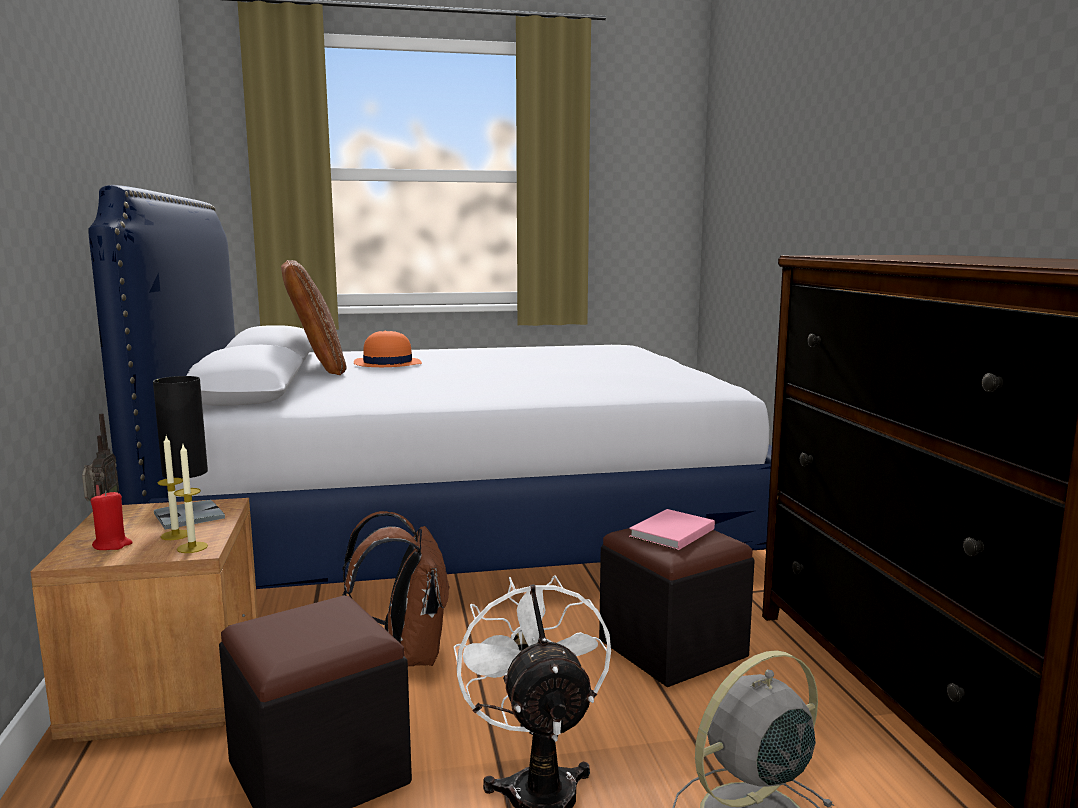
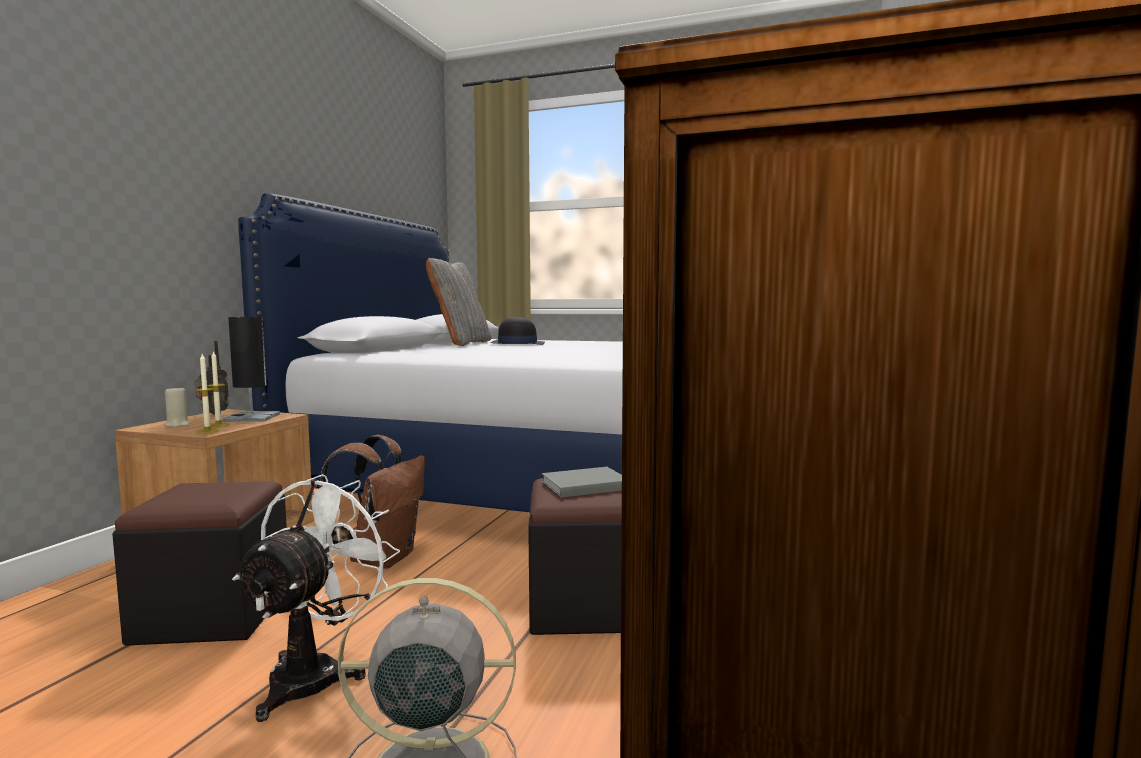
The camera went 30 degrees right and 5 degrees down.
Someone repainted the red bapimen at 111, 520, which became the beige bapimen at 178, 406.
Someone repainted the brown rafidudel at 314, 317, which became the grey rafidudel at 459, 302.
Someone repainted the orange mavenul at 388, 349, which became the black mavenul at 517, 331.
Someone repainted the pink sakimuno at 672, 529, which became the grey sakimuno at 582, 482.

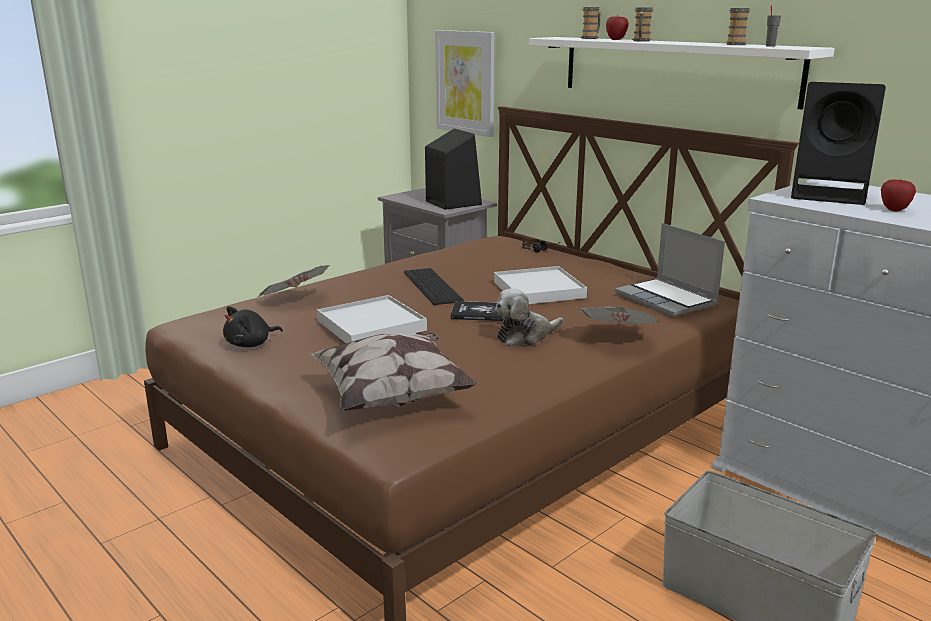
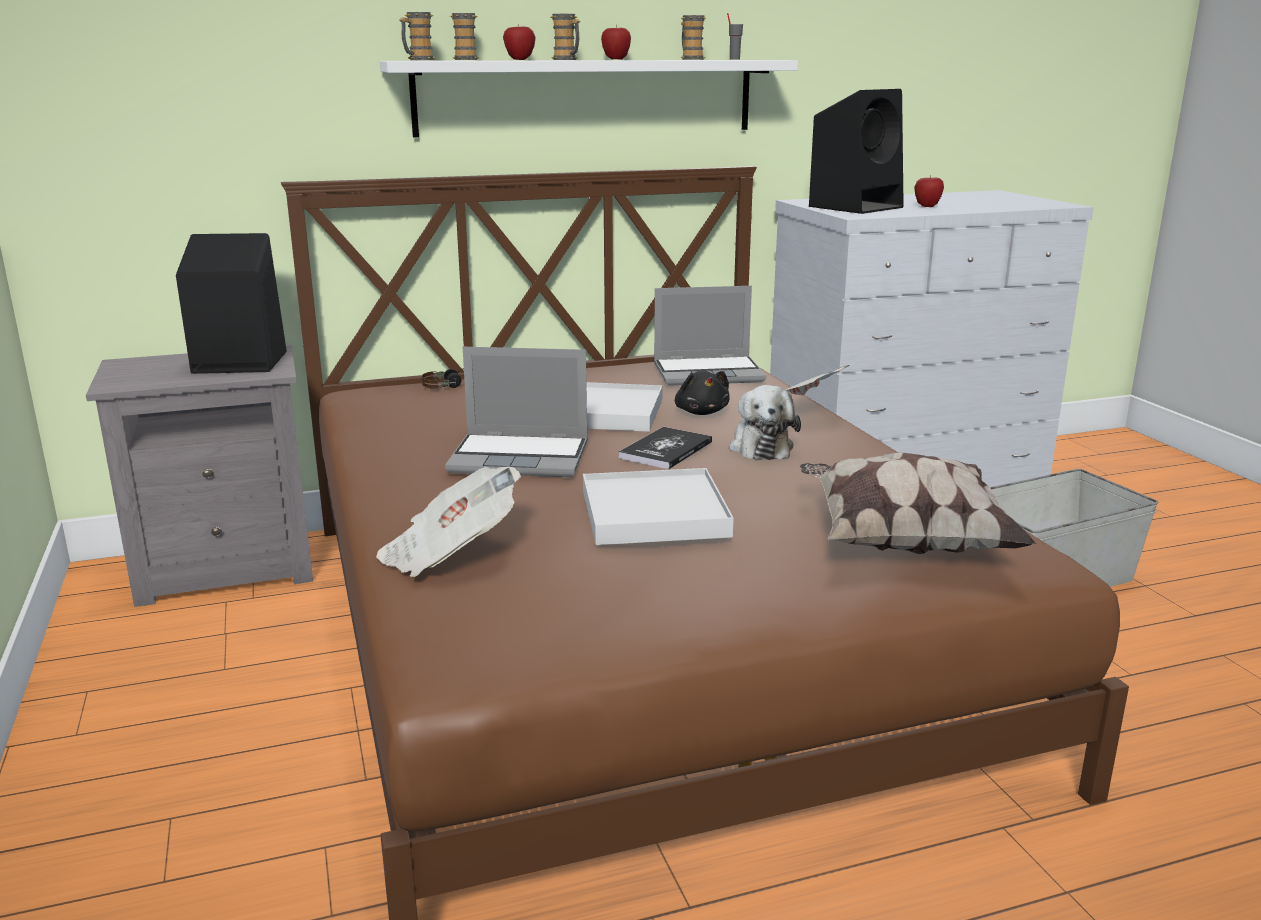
The camera went 65 degrees left and 0 degrees up.
Someone carried the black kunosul from 253, 326 to 702, 393.
Someone swapped the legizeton at 434, 286 for the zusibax at 516, 412.
Someone took away the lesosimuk at 465, 83.
Someone put down the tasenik at 417, 36.
Someone put down the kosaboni at 616, 42.

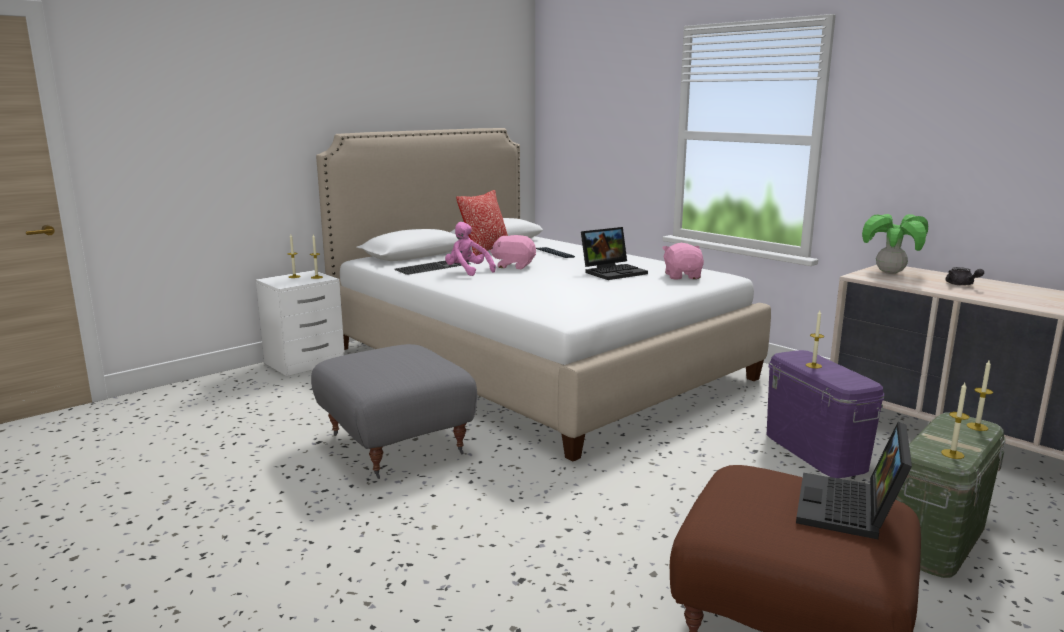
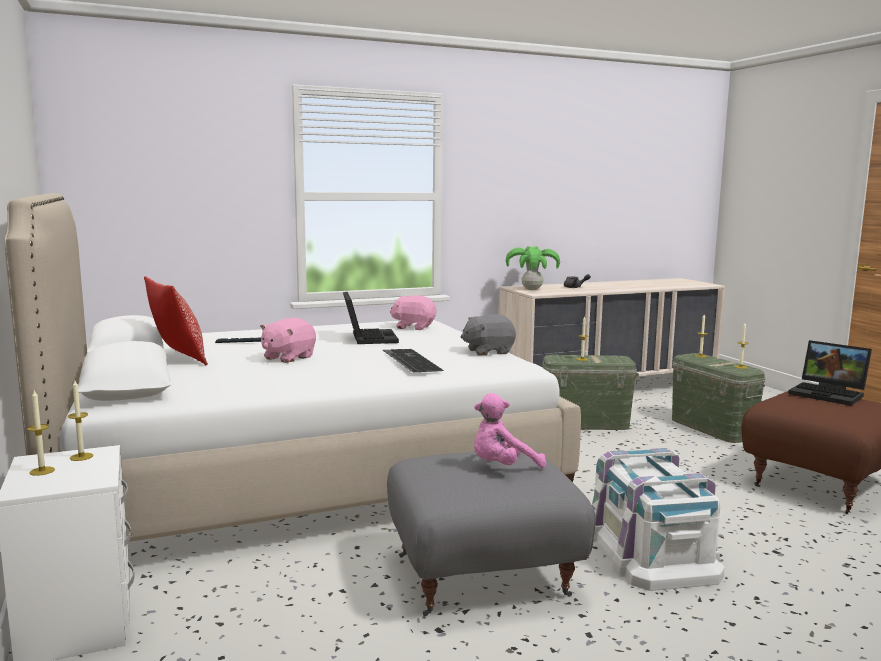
The camera went 70 degrees left and 5 degrees down.
Someone carried the legizeton from 432, 267 to 413, 360.
Someone carried the pink kunosul from 470, 249 to 510, 430.
Someone repainted the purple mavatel at 825, 414, which became the green mavatel at 590, 392.
Someone put down the grey kunosul at 488, 335.
Someone put down the white mavatel at 658, 519.

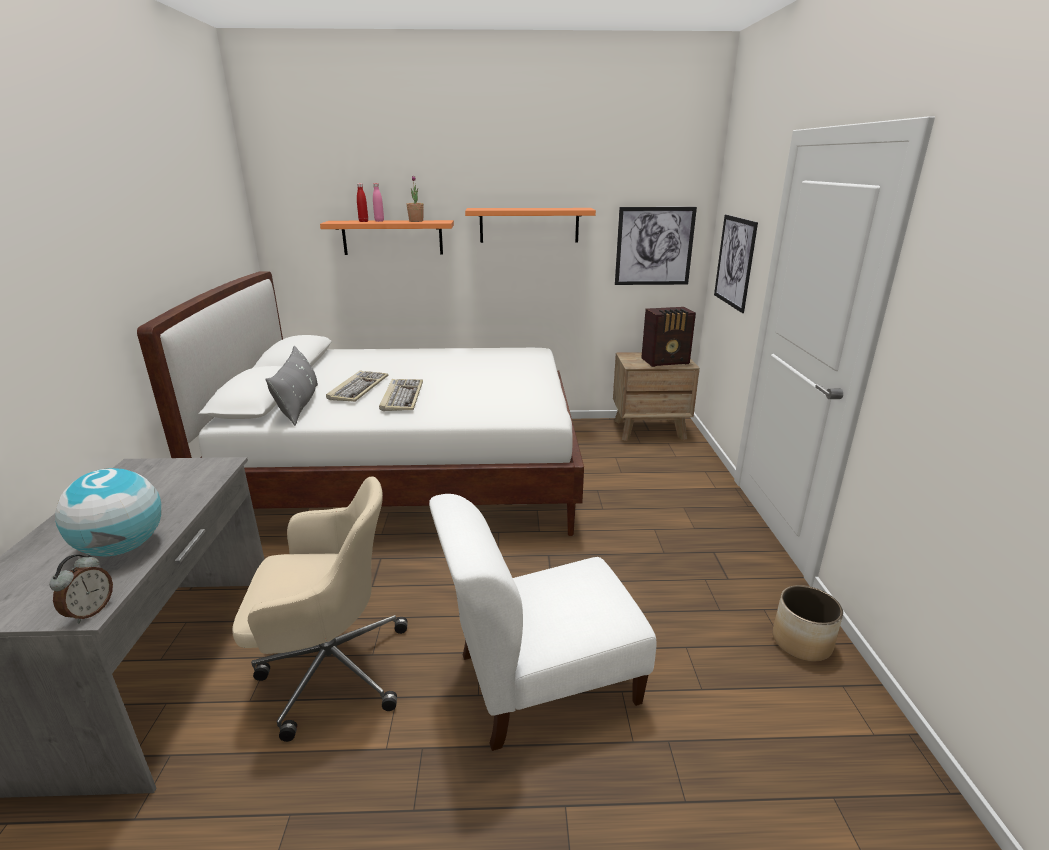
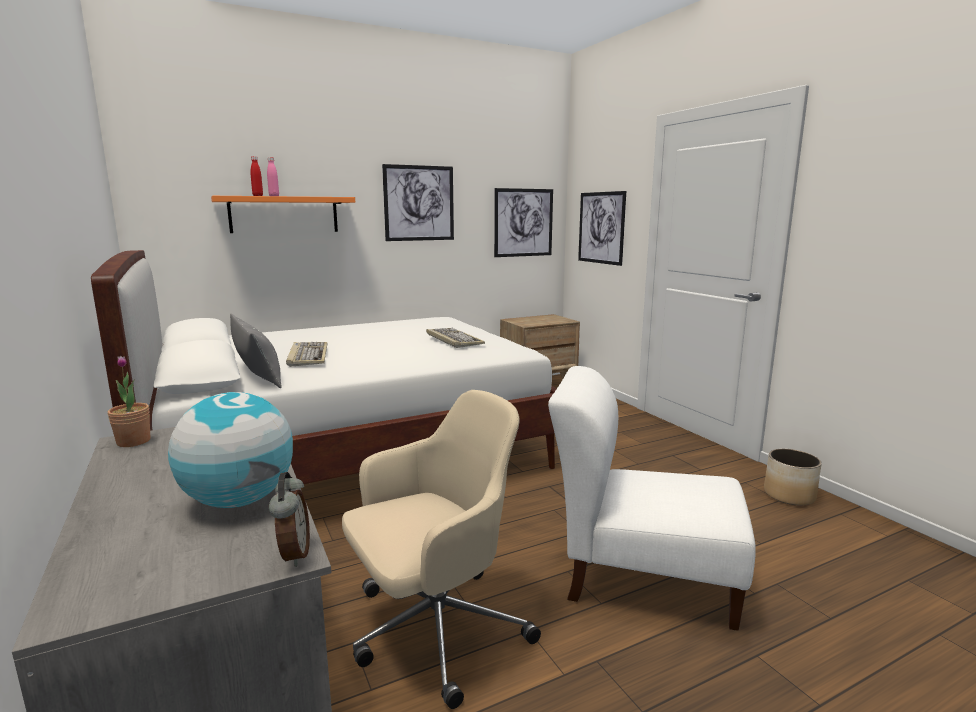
The camera went 25 degrees left and 10 degrees down.
Someone carried the legizeton from 401, 395 to 455, 338.
Someone carried the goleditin from 415, 198 to 129, 401.
Someone rotated the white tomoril at 543, 622 by 60 degrees clockwise.
Someone swapped the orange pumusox at 530, 225 for the lesosimuk at 418, 202.
Someone took away the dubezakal at 668, 337.

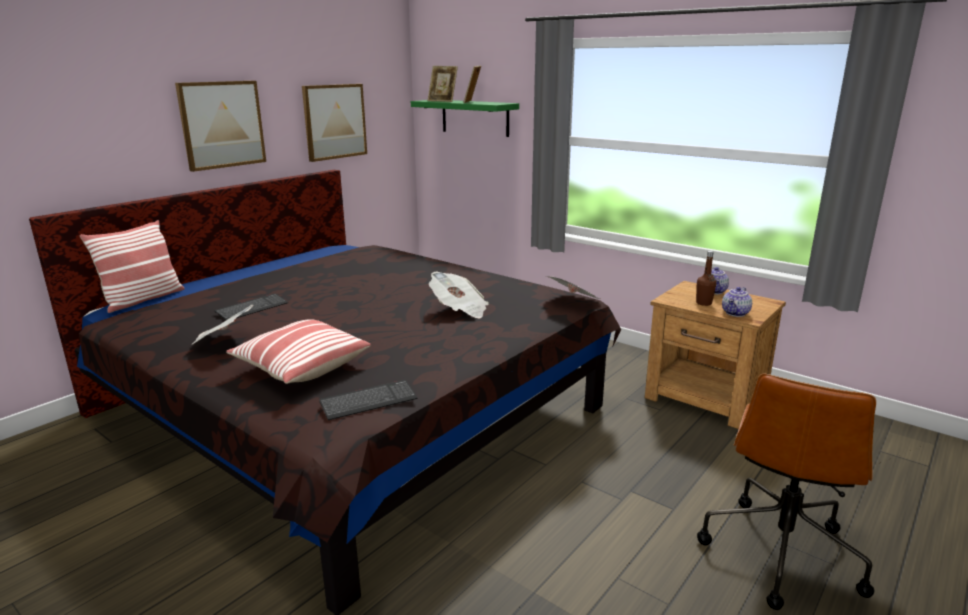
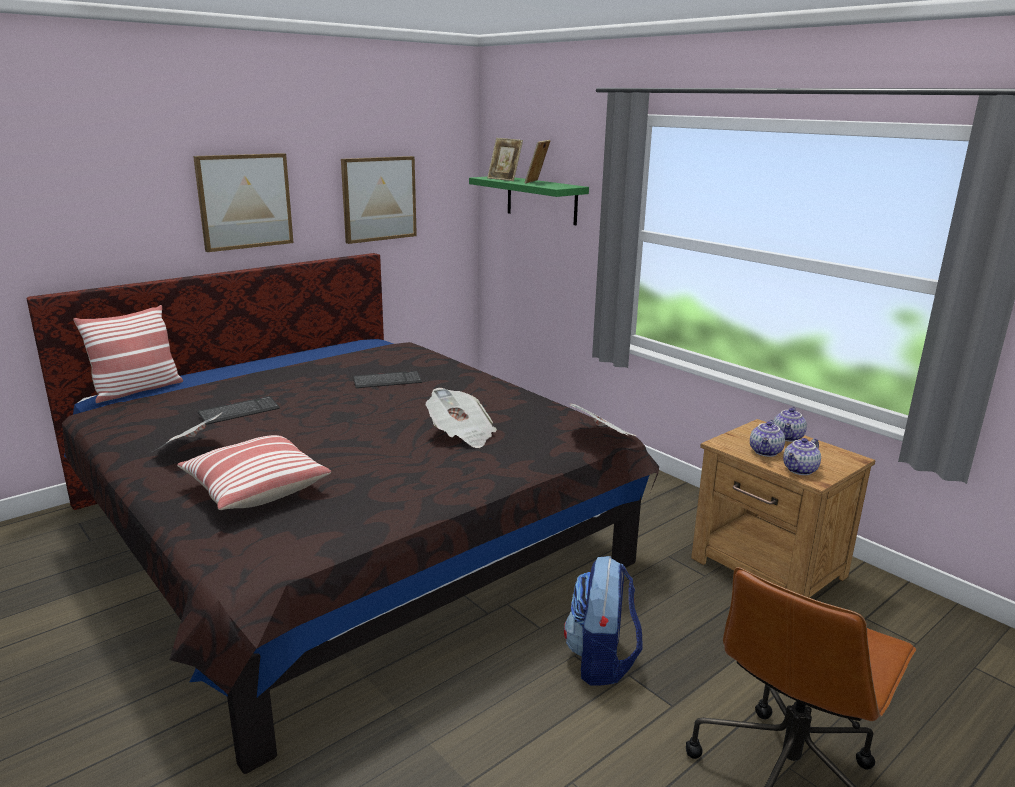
The camera went 10 degrees right and 0 degrees up.
Someone carried the legizeton from 368, 400 to 387, 379.
Someone swapped the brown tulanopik at 706, 278 for the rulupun at 767, 438.
Someone put down the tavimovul at 603, 621.

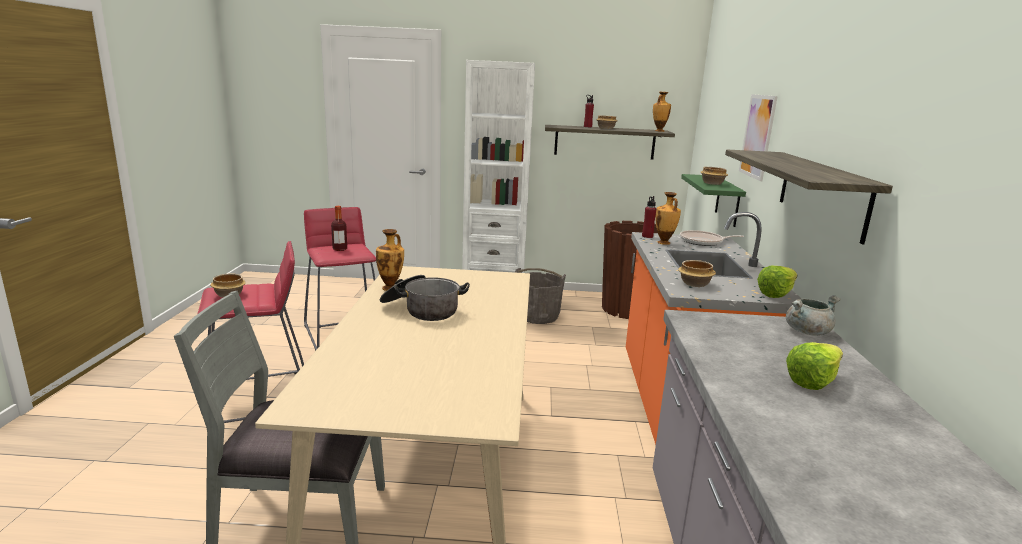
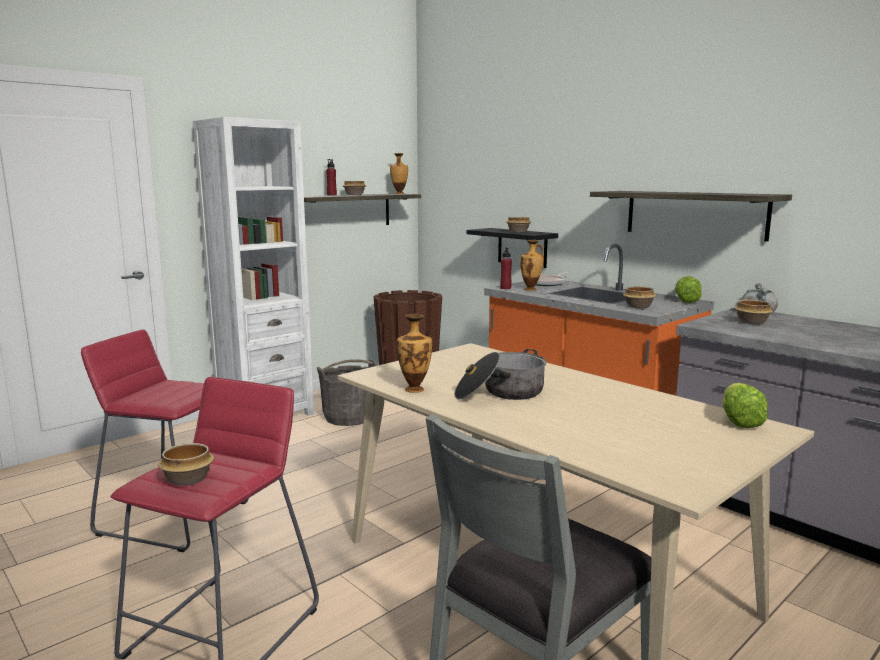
The camera went 45 degrees left and 5 degrees down.
Someone took away the tulanopik at 339, 228.
Someone repainted the green pumusox at 713, 200, which became the black pumusox at 512, 248.
Someone took away the lesosimuk at 758, 137.
Someone carried the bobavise from 814, 366 to 745, 405.
Someone put down the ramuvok at 753, 312.

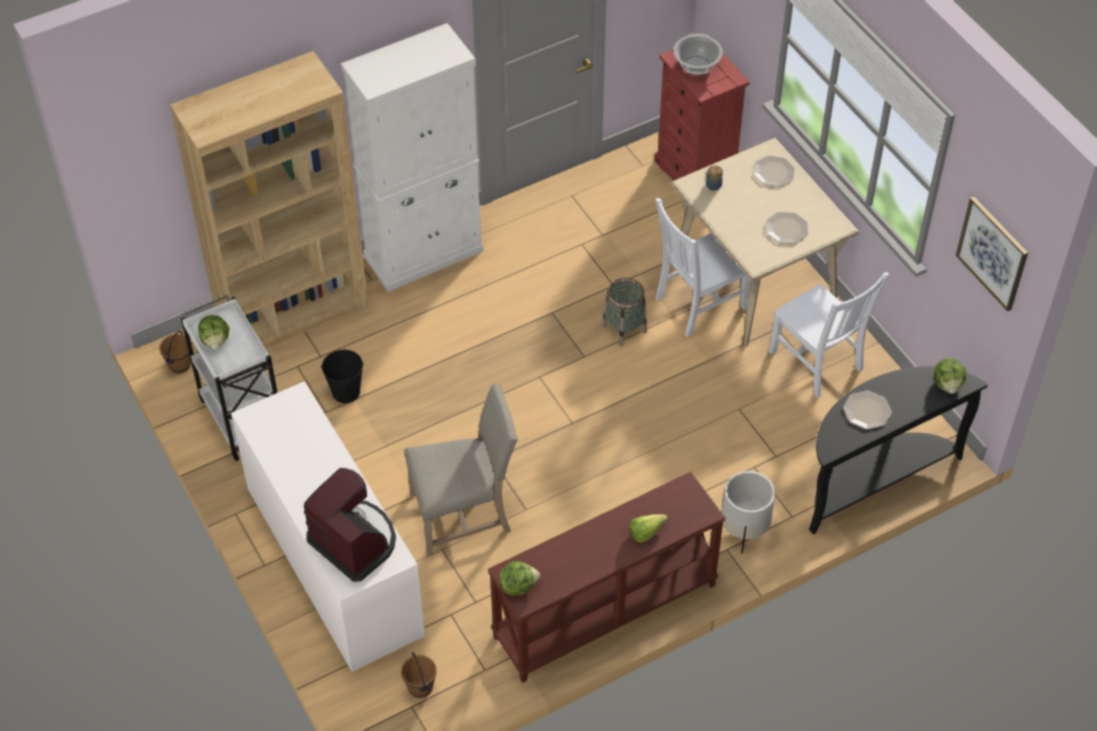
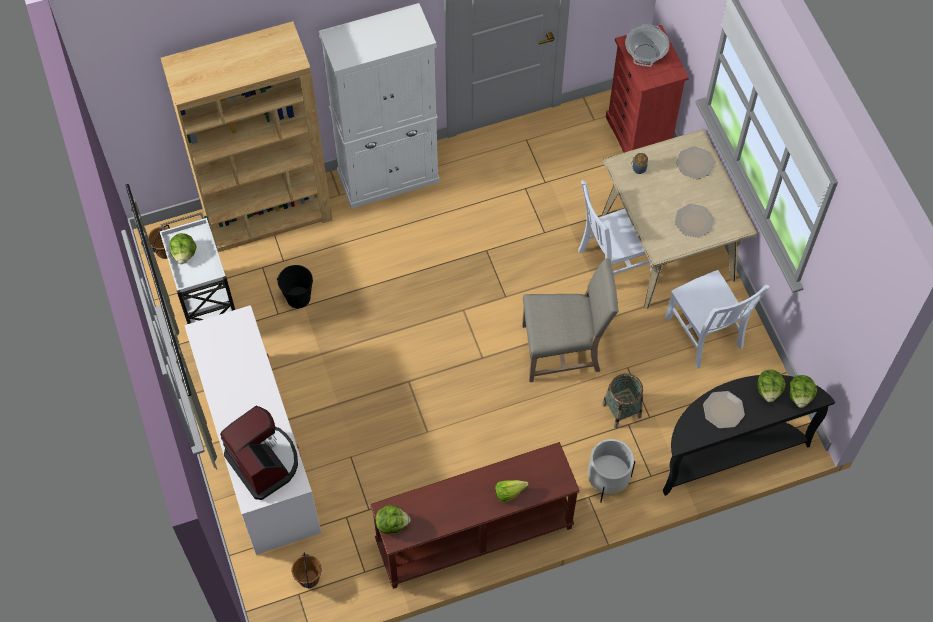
The camera went 10 degrees right and 10 degrees up.
Someone carried the beige tomoril from 461, 469 to 570, 320.
Someone carried the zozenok from 624, 312 to 622, 401.
Someone took away the lesosimuk at 992, 254.
Someone put down the bobavise at 772, 386.

